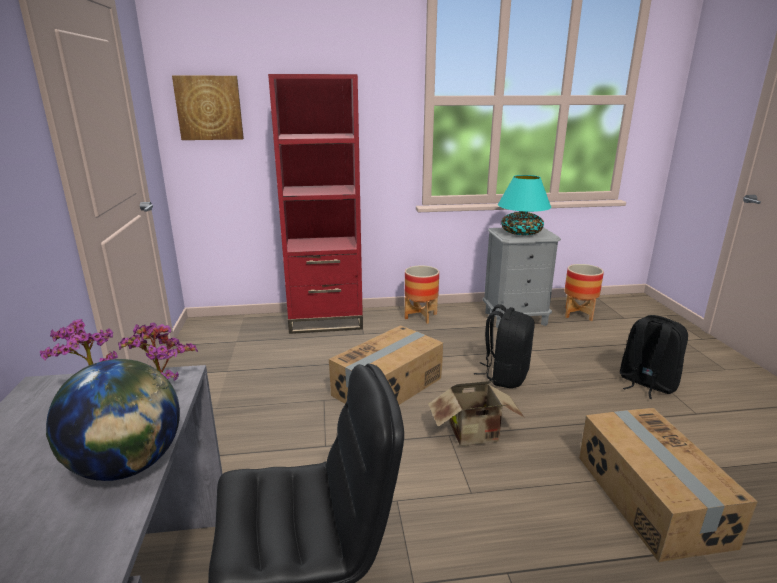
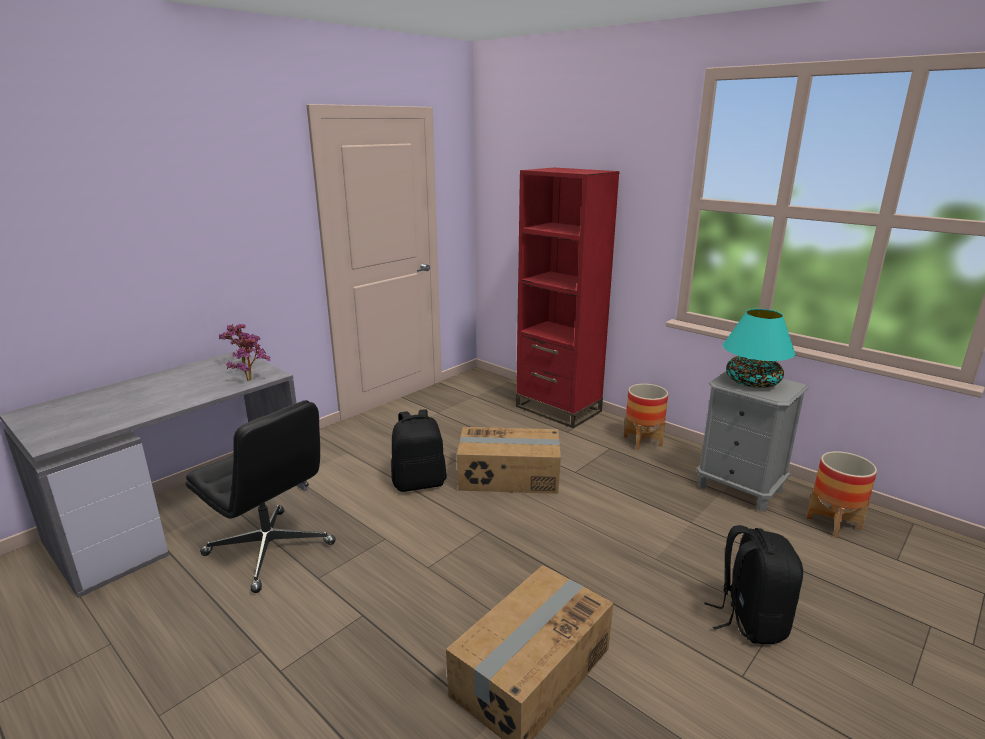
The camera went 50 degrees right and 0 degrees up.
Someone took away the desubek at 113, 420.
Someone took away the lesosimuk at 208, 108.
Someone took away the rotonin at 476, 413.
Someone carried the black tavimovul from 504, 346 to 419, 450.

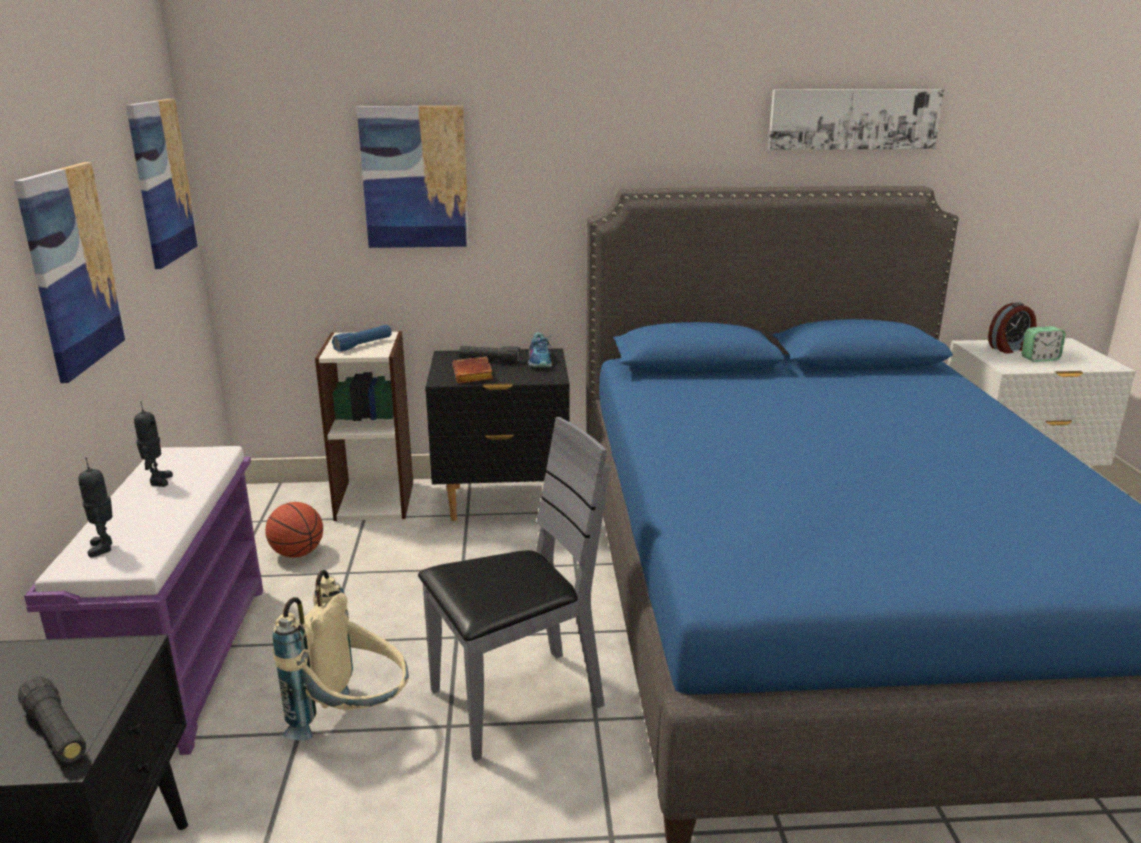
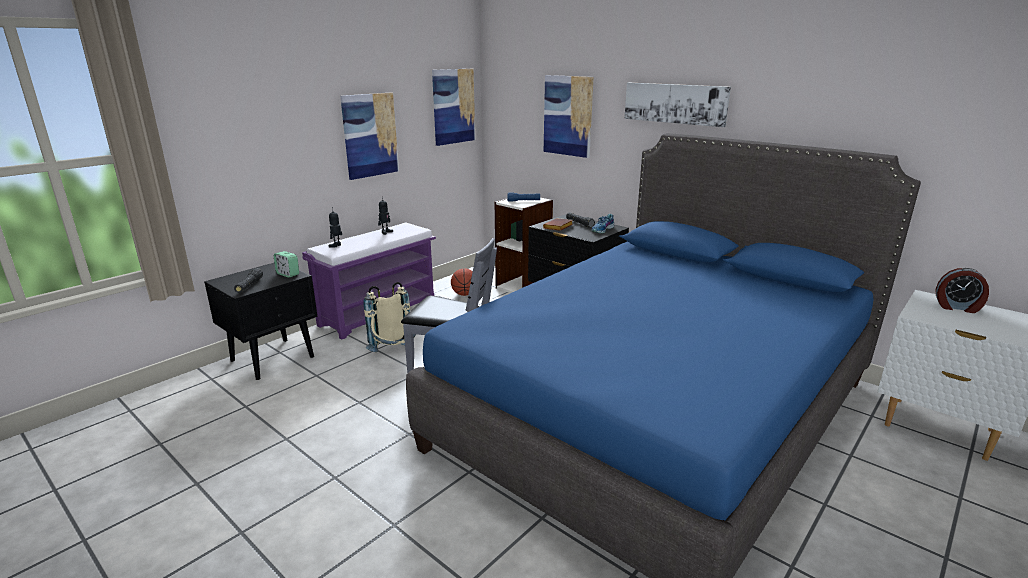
The camera went 45 degrees right and 0 degrees up.
Someone carried the lesosimuk from 856, 119 to 677, 105.
Someone carried the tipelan from 1043, 344 to 286, 264.

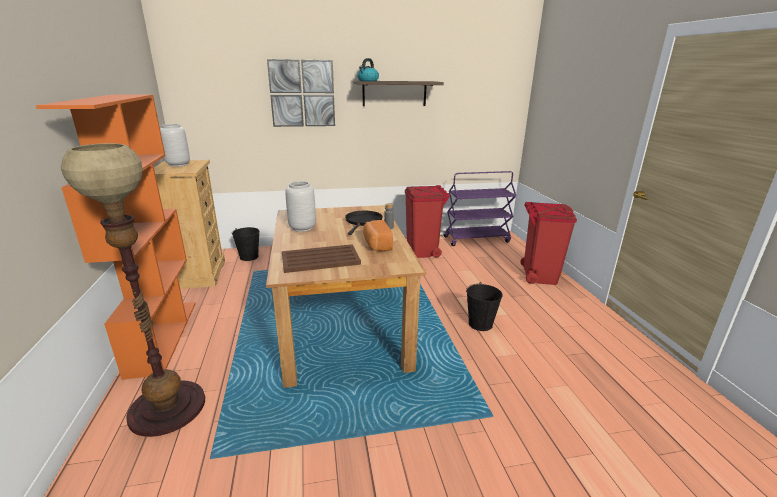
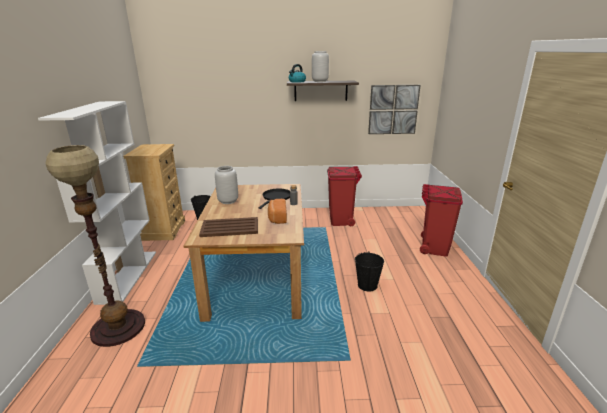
The camera went 10 degrees right and 0 degrees up.
Someone repainted the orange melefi at 116, 237, which became the white melefi at 97, 203.
Someone carried the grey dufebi from 175, 145 to 320, 66.
Someone carried the lesosimuk from 301, 93 to 394, 109.
Someone took away the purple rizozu at 480, 208.

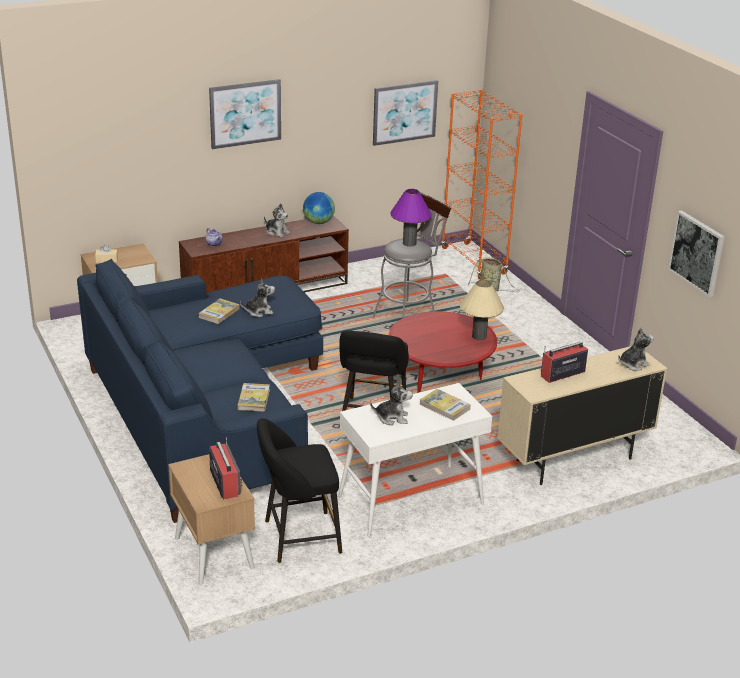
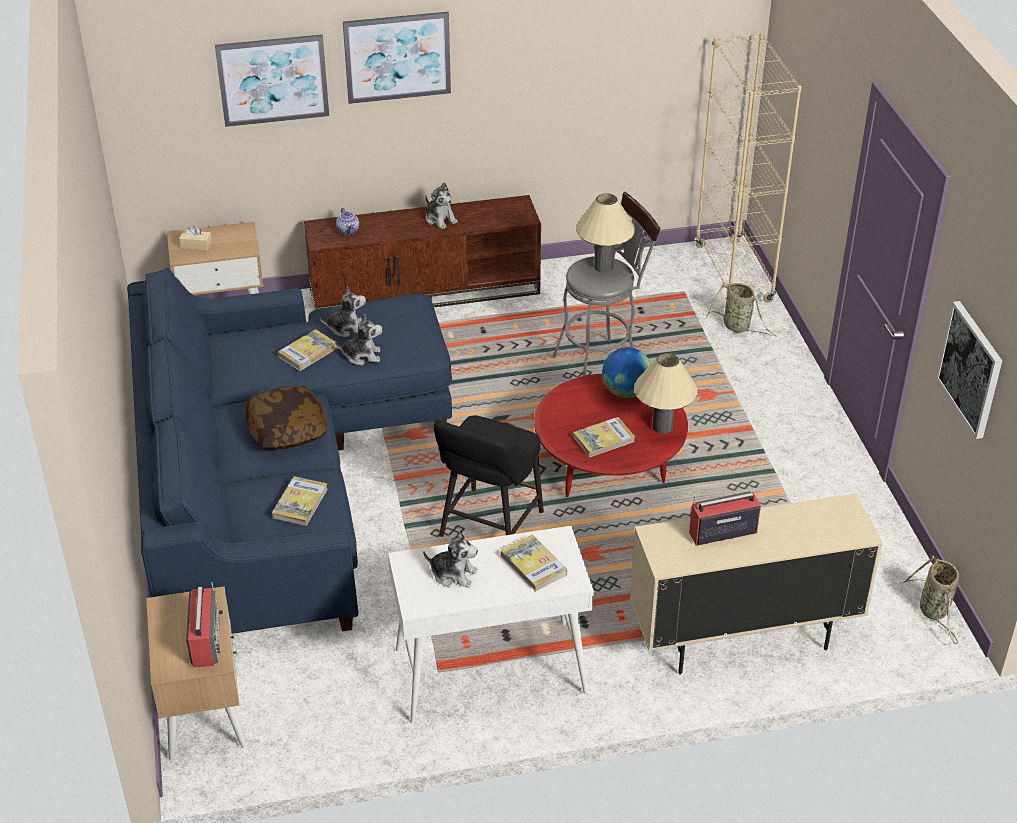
The camera went 15 degrees right and 10 degrees up.
Someone took away the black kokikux at 299, 490.
Someone carried the desubek from 319, 208 to 626, 372.
Someone carried the lesosimuk from 405, 113 to 272, 80.
Someone repainted the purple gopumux at 411, 218, which became the beige gopumux at 605, 233.
Someone repainted the orange melefi at 482, 184, which became the beige melefi at 748, 167.
Someone carried the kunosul from 636, 349 to 342, 311.
Someone put down the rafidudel at 286, 418.
Someone put down the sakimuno at 604, 437.
Someone put down the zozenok at 931, 600.

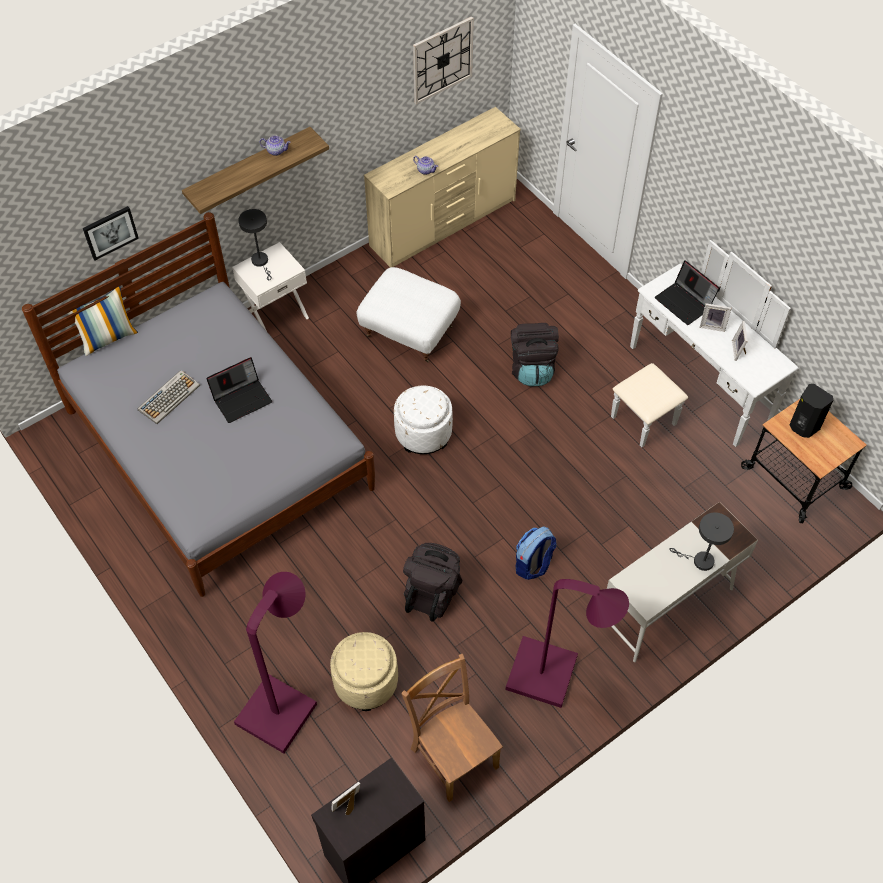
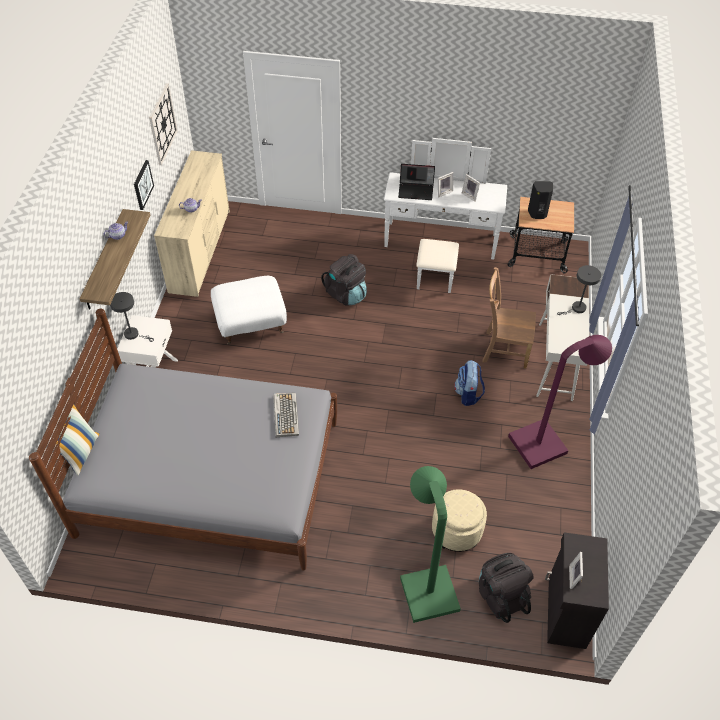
The camera went 45 degrees left and 5 degrees down.
Someone carried the lesosimuk from 111, 233 to 144, 185.
Someone carried the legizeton from 168, 397 to 286, 415.
Someone took away the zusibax at 239, 390.
Someone repainted the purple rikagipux at 275, 662, which became the green rikagipux at 430, 544.
Someone took away the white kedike at 423, 420.
Someone carried the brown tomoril from 452, 728 to 509, 317.
Someone carried the black tavimovul from 432, 582 to 506, 588.

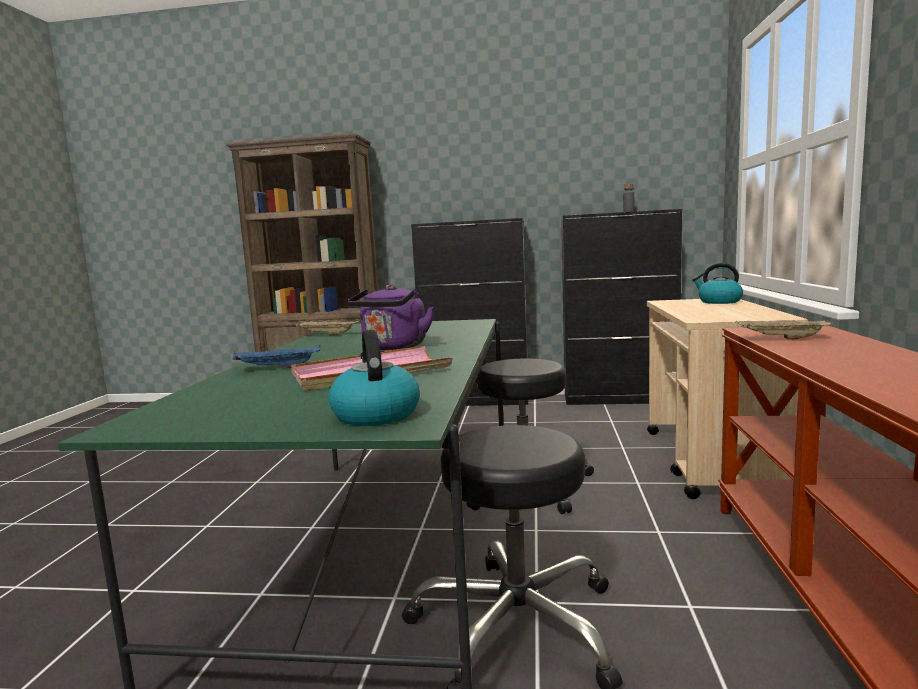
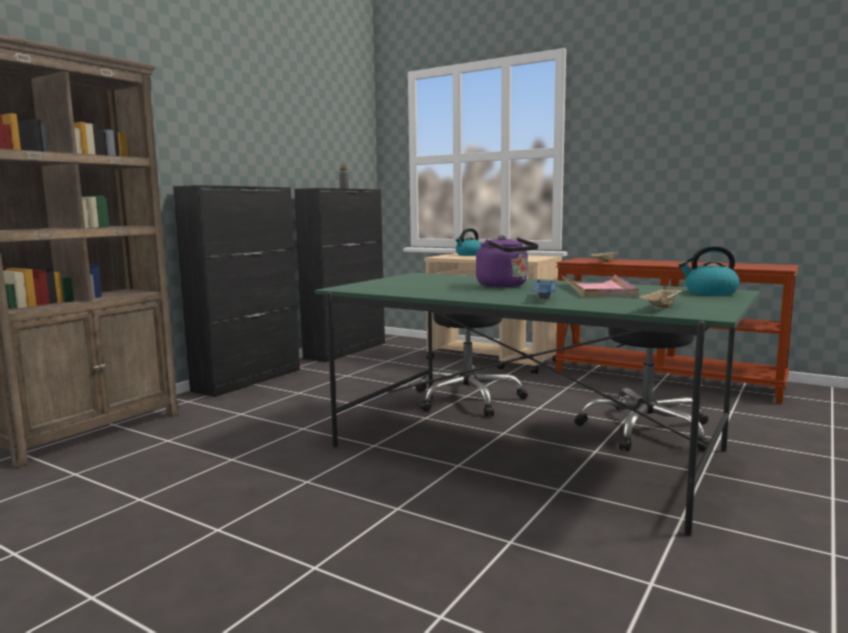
The camera went 65 degrees left and 0 degrees up.
Someone carried the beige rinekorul from 327, 328 to 661, 297.

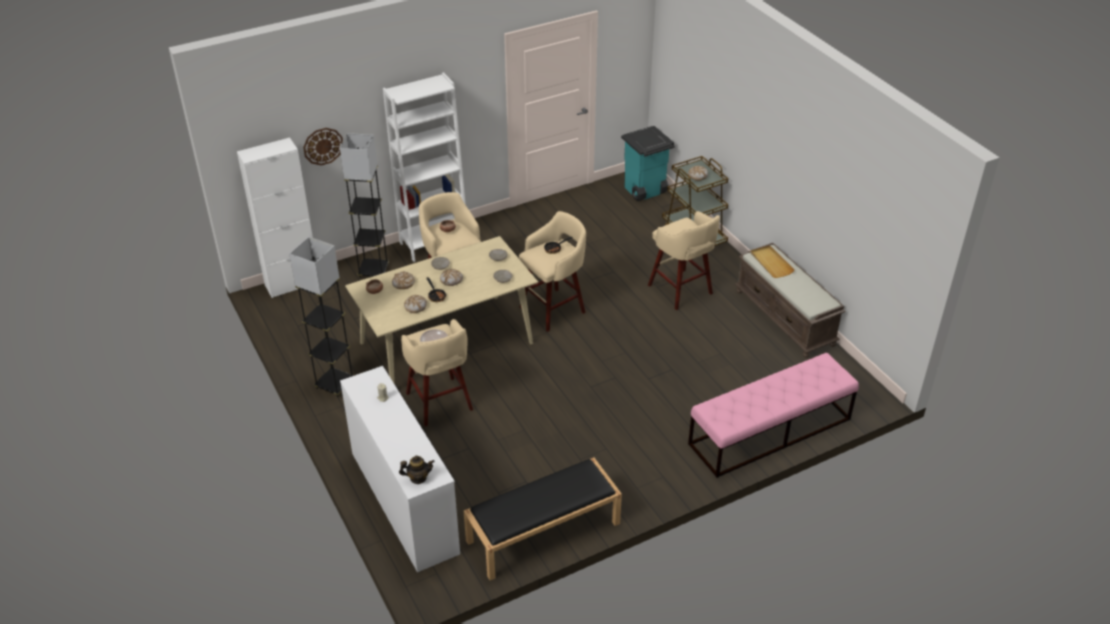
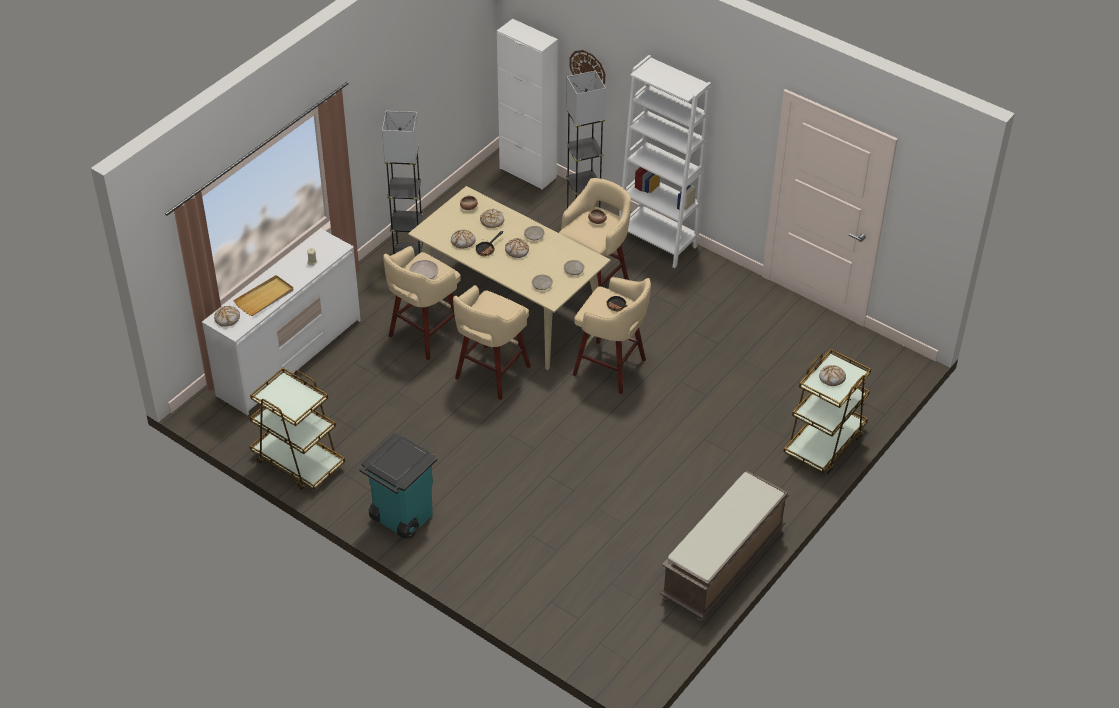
The camera went 65 degrees right and 5 degrees up.
Someone swapped the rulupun at 417, 470 for the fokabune at 227, 316.
Someone swapped the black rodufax at 543, 519 for the brown rizozu at 297, 429.
Someone carried the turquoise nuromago from 648, 163 to 398, 486.
Someone carried the beige kokikux from 684, 260 to 492, 342.
Someone took away the pink rodufax at 773, 415.
Someone carried the beige rinekorul from 772, 261 to 263, 295.

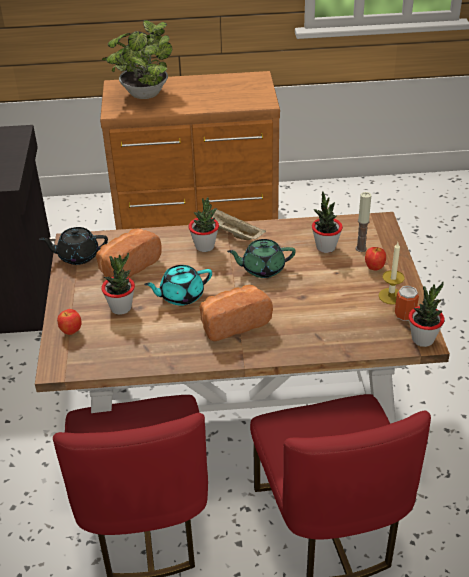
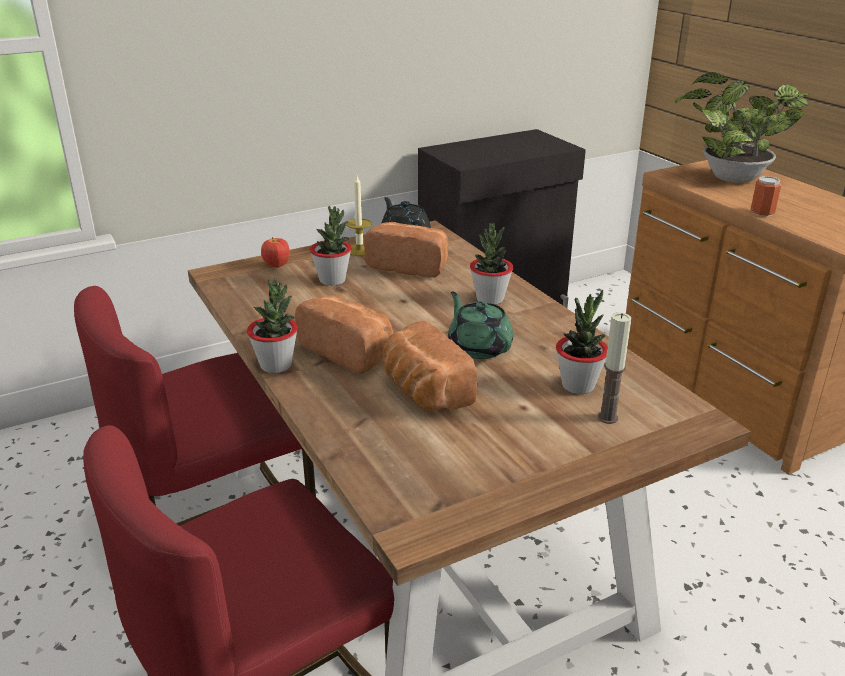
The camera went 65 degrees right and 10 degrees down.
Someone took away the turquoise rulupun at 178, 285.
Someone took away the beige rinekorul at 239, 224.
Someone took away the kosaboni at 375, 259.
Someone carried the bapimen from 392, 273 to 359, 215.
Someone carried the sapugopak from 407, 303 to 766, 196.
Someone carried the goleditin from 427, 314 to 272, 326.
Someone put down the fokabune at 430, 365.

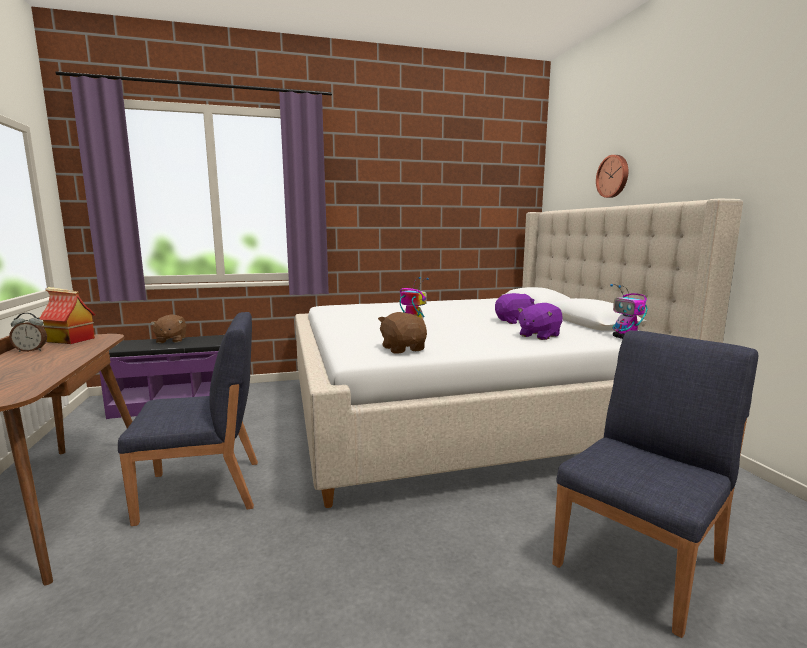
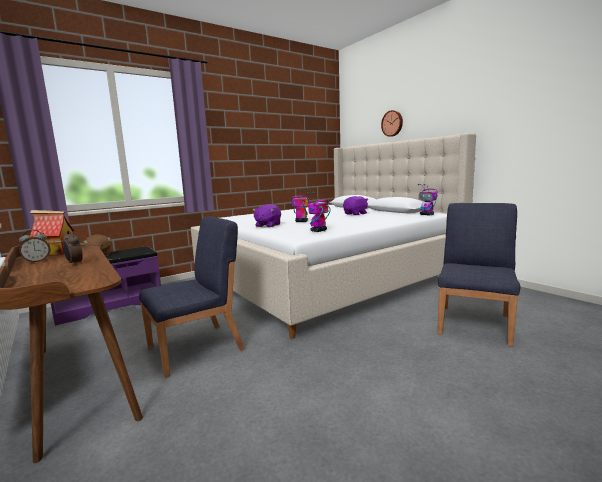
The camera went 20 degrees left and 0 degrees up.
Someone swapped the brown kunosul at 402, 333 for the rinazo at 318, 212.
Someone carried the purple kunosul from 540, 321 to 266, 215.
Someone put down the tipelan at 73, 248.

